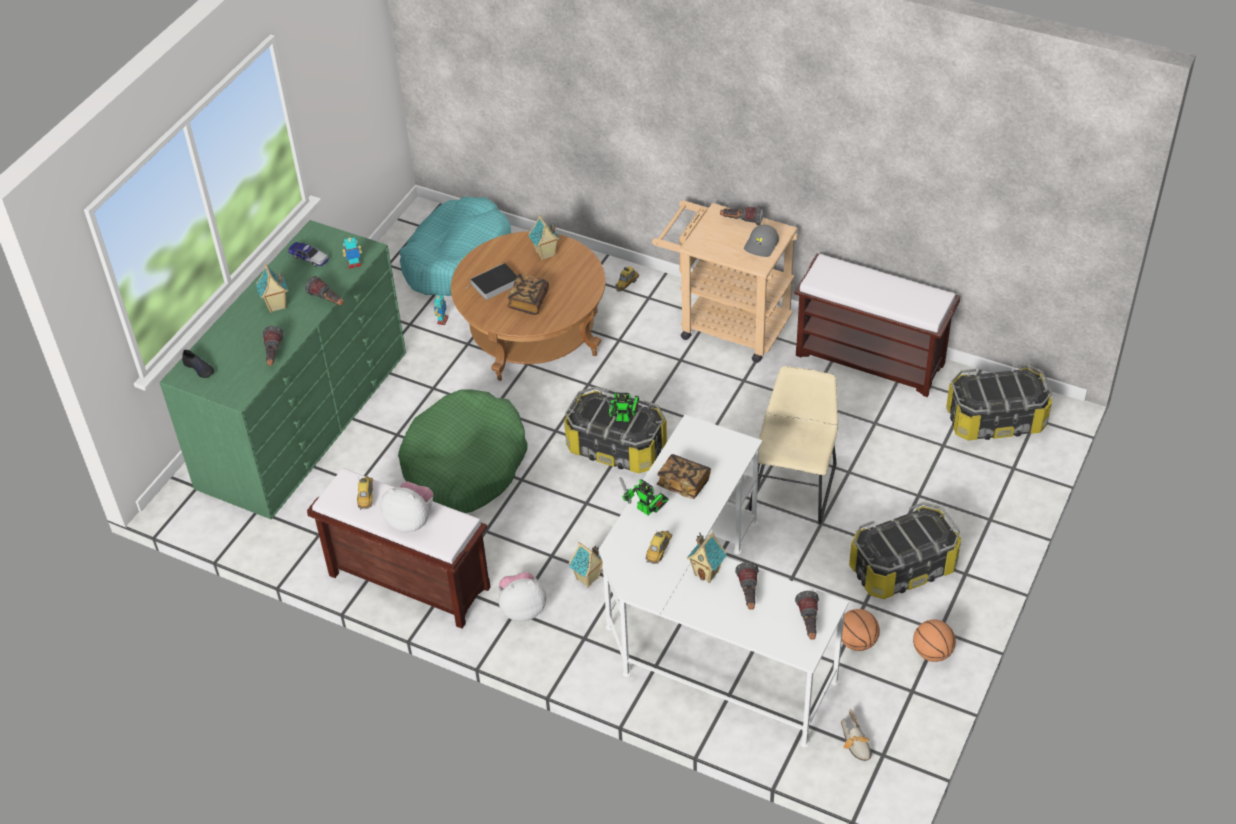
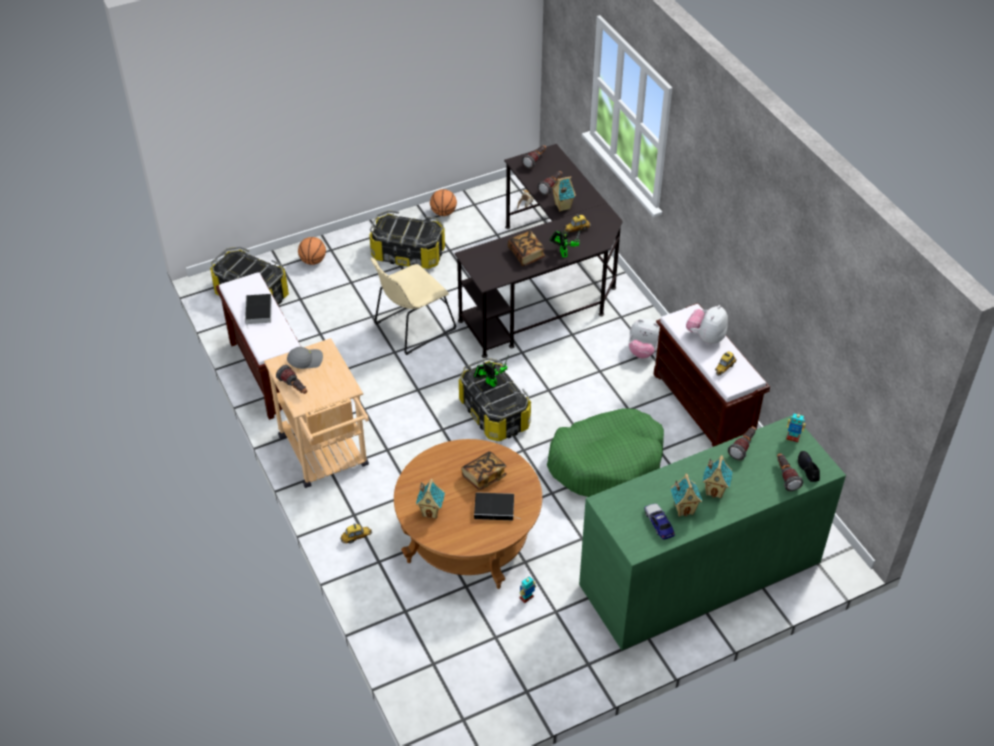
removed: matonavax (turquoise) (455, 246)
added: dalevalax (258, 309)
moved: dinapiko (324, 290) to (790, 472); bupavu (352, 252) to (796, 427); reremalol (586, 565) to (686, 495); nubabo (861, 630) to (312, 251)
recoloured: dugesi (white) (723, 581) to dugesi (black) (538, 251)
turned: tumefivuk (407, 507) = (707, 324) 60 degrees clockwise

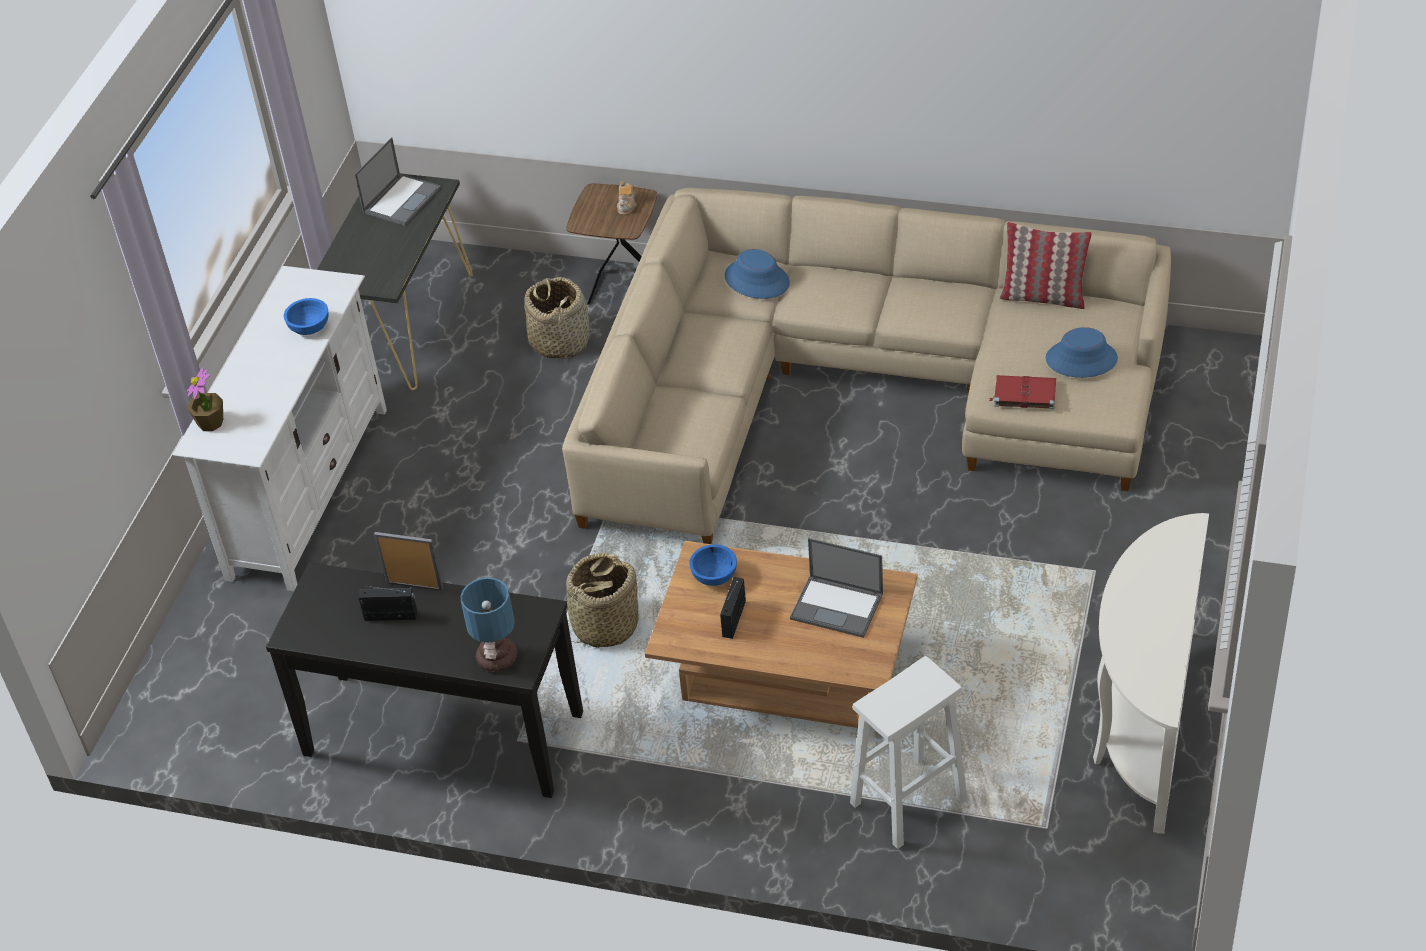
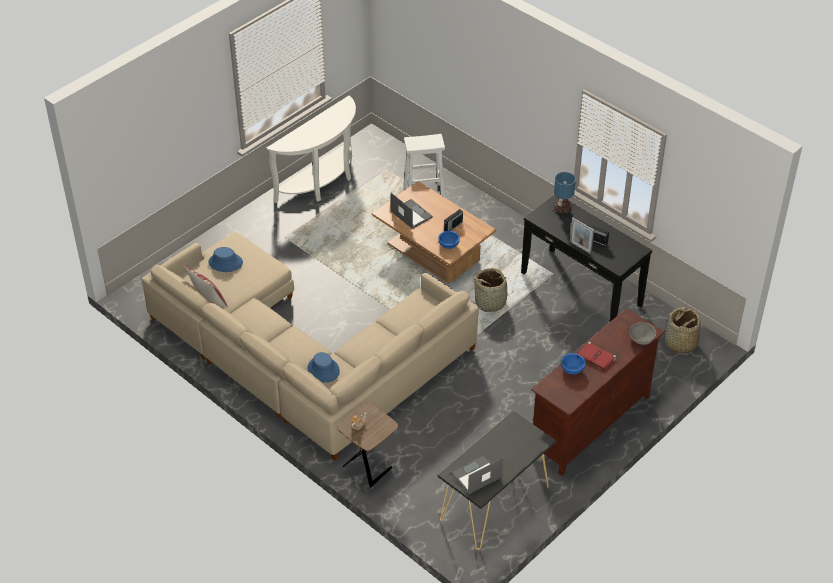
moved: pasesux (557, 318) to (683, 330); dalevalax (red) (1022, 392) to (597, 356)
replaced: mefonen (205, 399) to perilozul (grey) (642, 333)
recoloured: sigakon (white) (280, 428) to sigakon (brown) (597, 392)

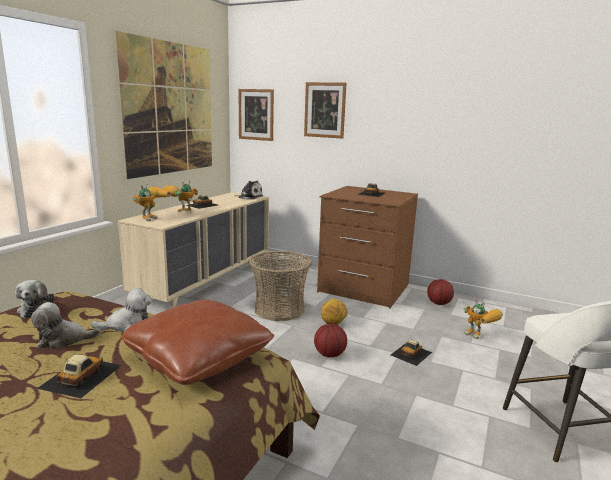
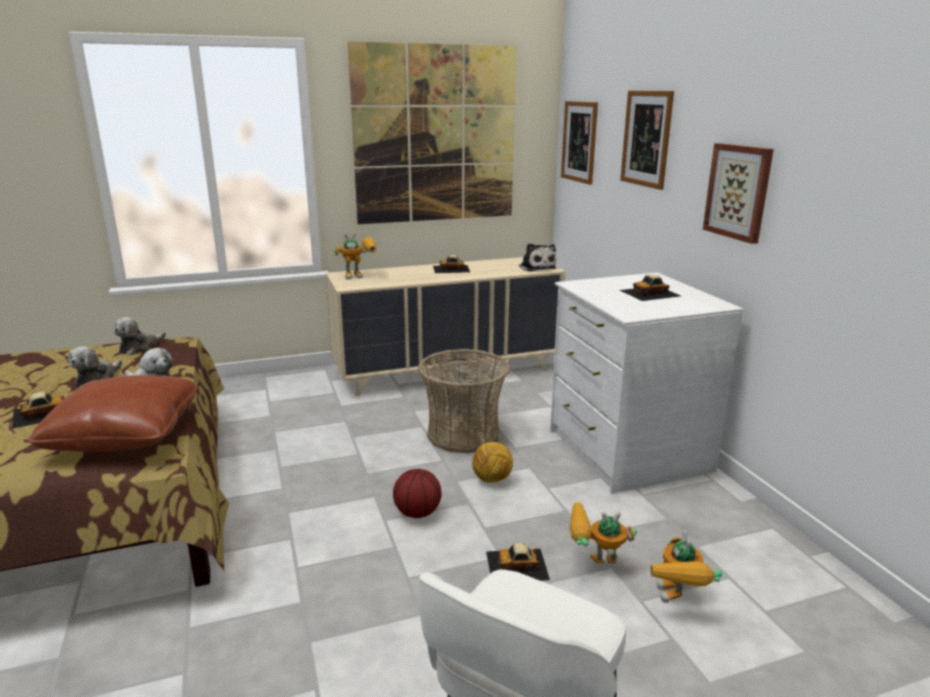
removed: nubabo (440, 292)
added: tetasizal (738, 193)
moved: bupavu (180, 196) to (603, 532)
recoloured: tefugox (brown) (367, 247) to tefugox (white) (646, 382)
turned: tumefivuk (66, 325) = (95, 366) 105 degrees counterclockwise

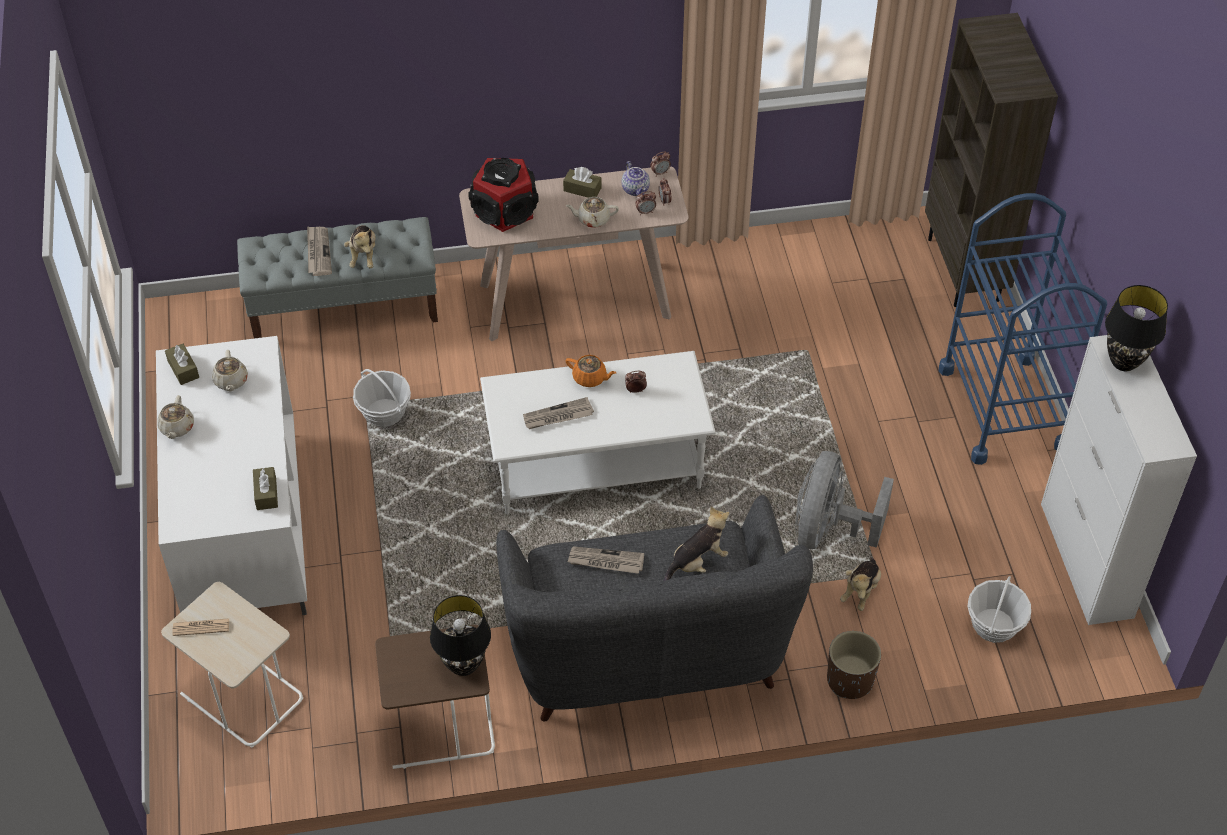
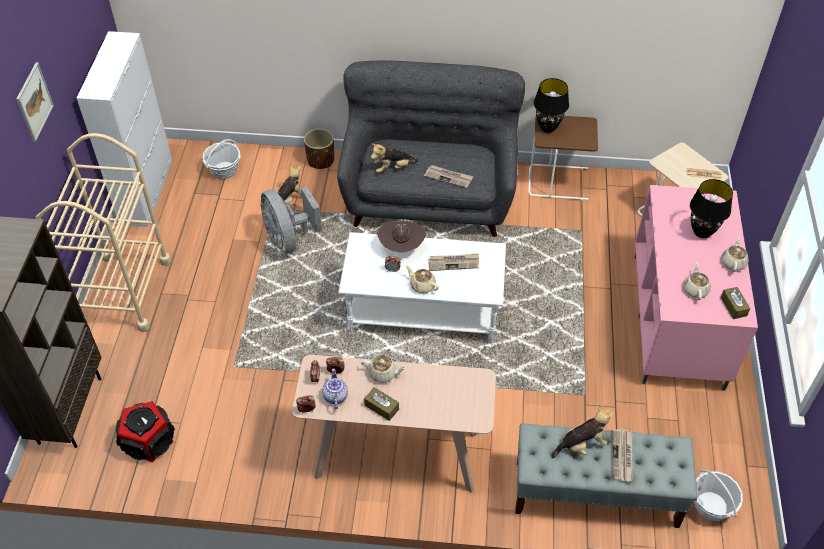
removed: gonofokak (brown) (265, 488)
added: tetasizal (35, 102); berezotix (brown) (401, 237)
moved: pasesux (382, 398) to (718, 495); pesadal (503, 195) to (145, 431); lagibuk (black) (1136, 328) to (711, 208)
recoloured: sigakon (white) (231, 475) to sigakon (pink) (696, 288); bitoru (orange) (591, 371) to bitoru (beige) (422, 279); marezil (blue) (1023, 329) to marezil (beige) (104, 232)
turned: tumefivuk (360, 246) = (583, 431) 60 degrees clockwise; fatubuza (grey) (844, 500) = (291, 220) 120 degrees clockwise

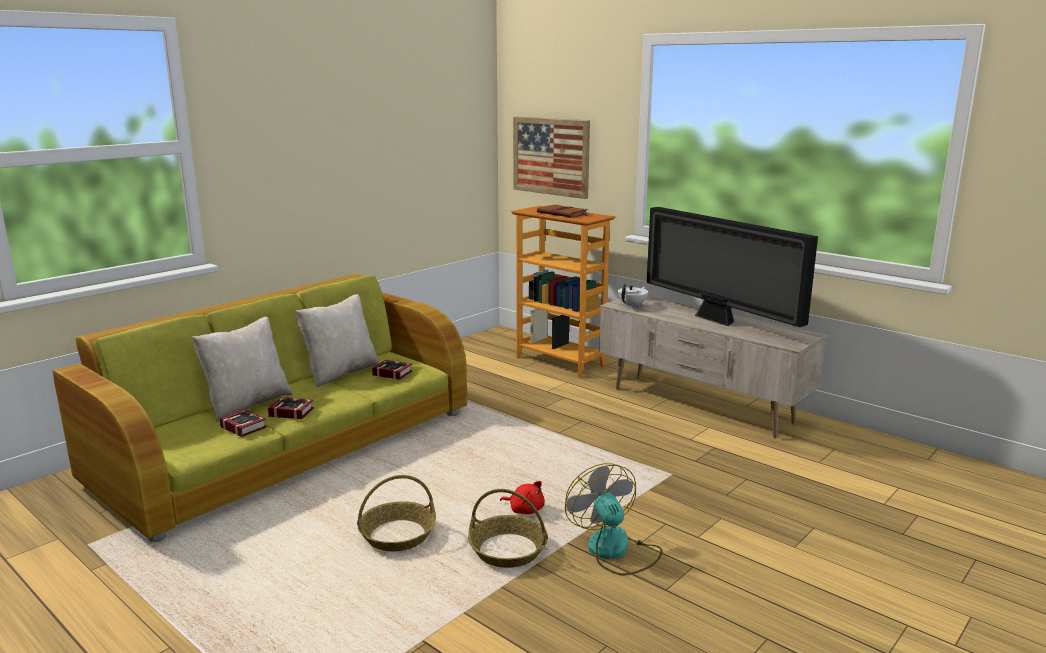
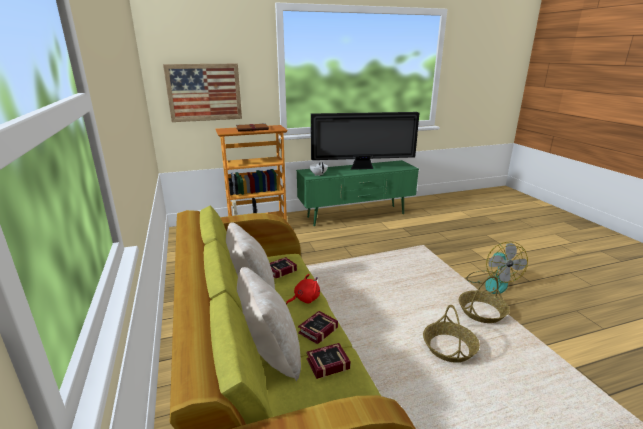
moved: tumefivuk (red) (522, 497) to (303, 289)
recoloured: sigakon (beige) (713, 367) to sigakon (green) (357, 193)
turned: fatubuza (614, 519) = (497, 268) 105 degrees counterclockwise

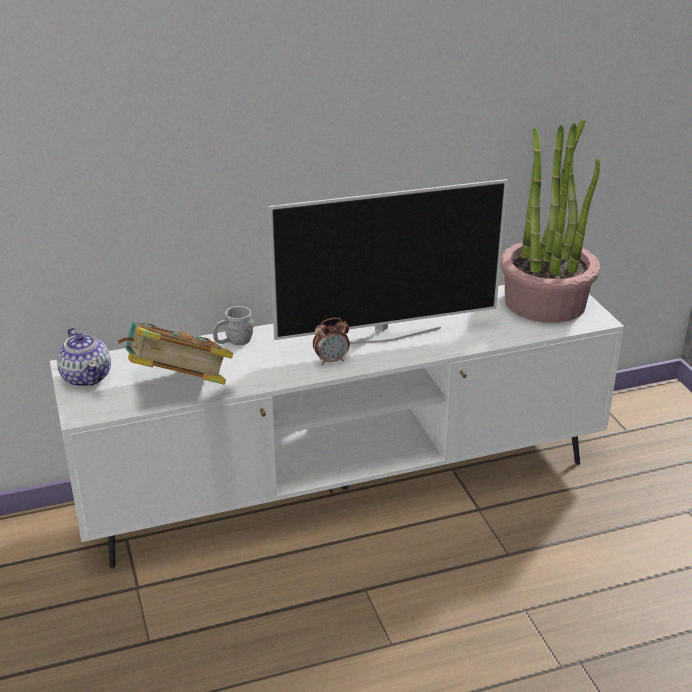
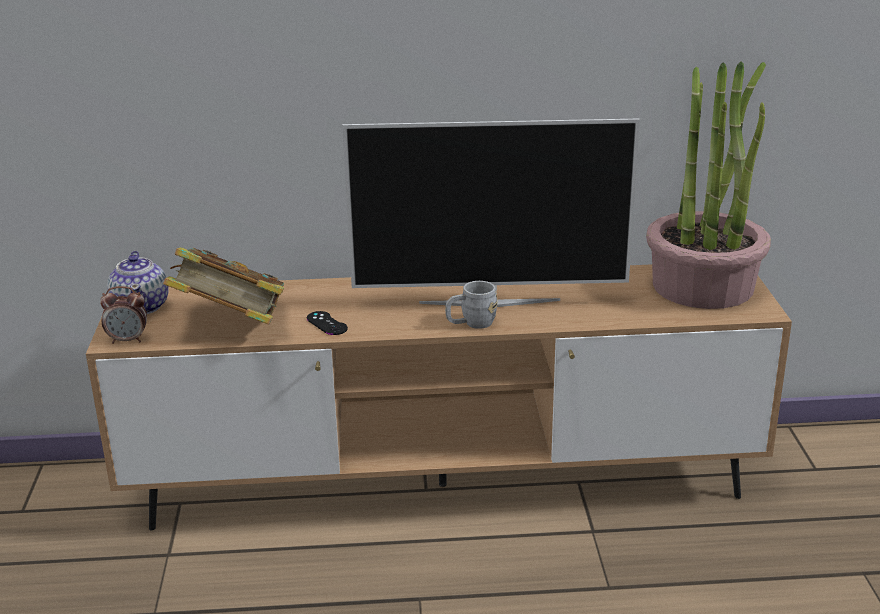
added: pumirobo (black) (327, 323)
moved: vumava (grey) (233, 325) to (471, 305); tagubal (331, 341) to (123, 315)
recoloured: sigakon (white) (337, 426) to sigakon (brown) (439, 397)

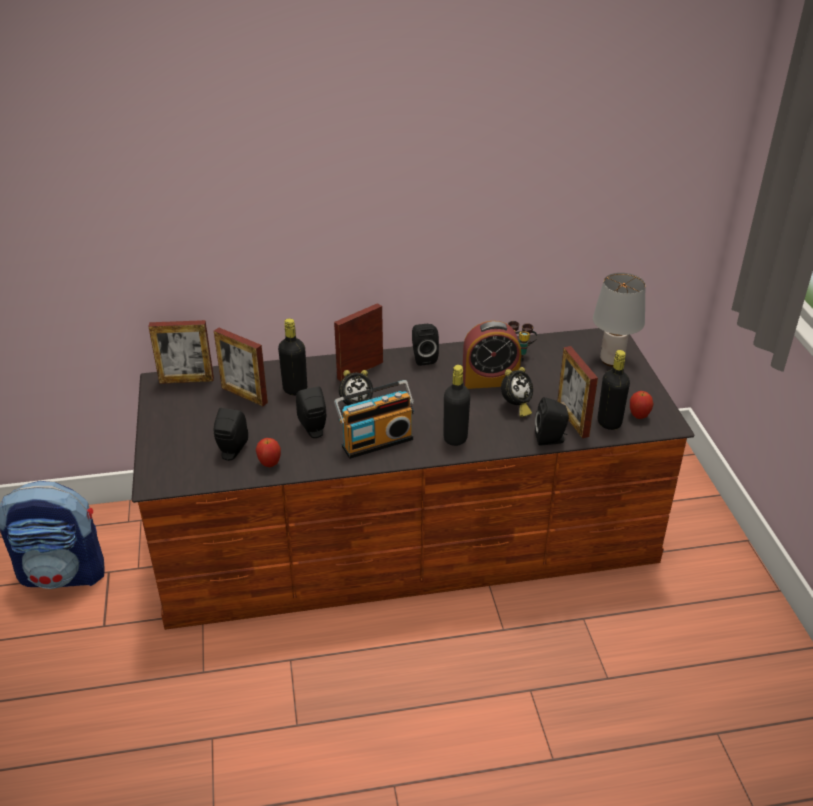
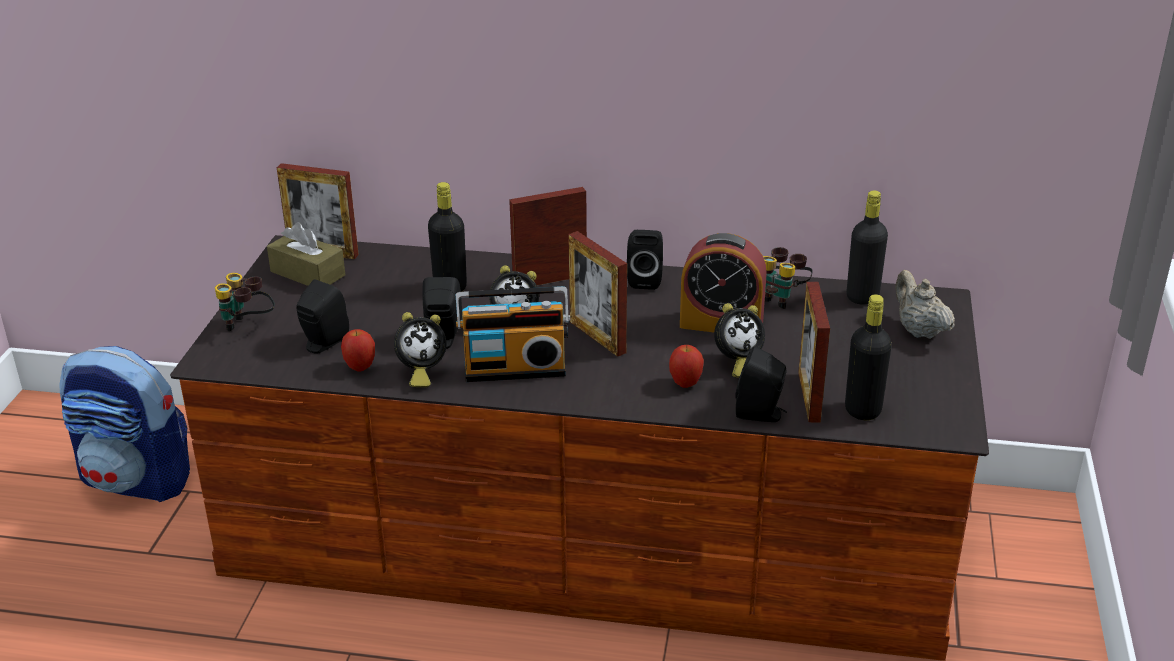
added: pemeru (245, 302); gonofokak (brown) (306, 254); tagubal (420, 349)
moved: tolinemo (241, 367) to (597, 294); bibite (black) (456, 405) to (867, 248); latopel (642, 405) to (686, 366)
replaced: lagibuk (grey) (619, 320) to bitoru (beige) (925, 304)

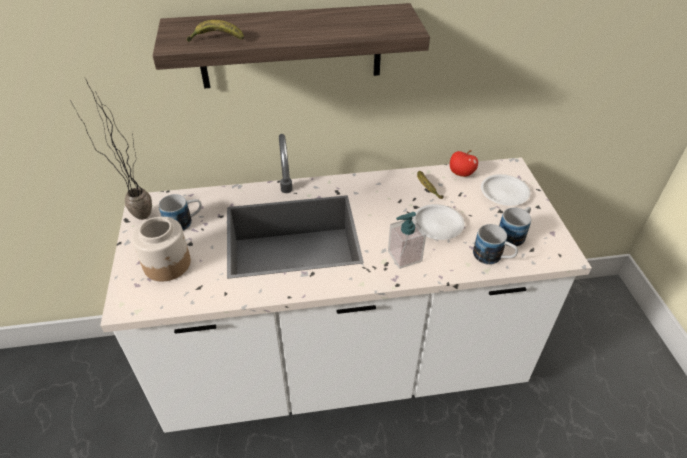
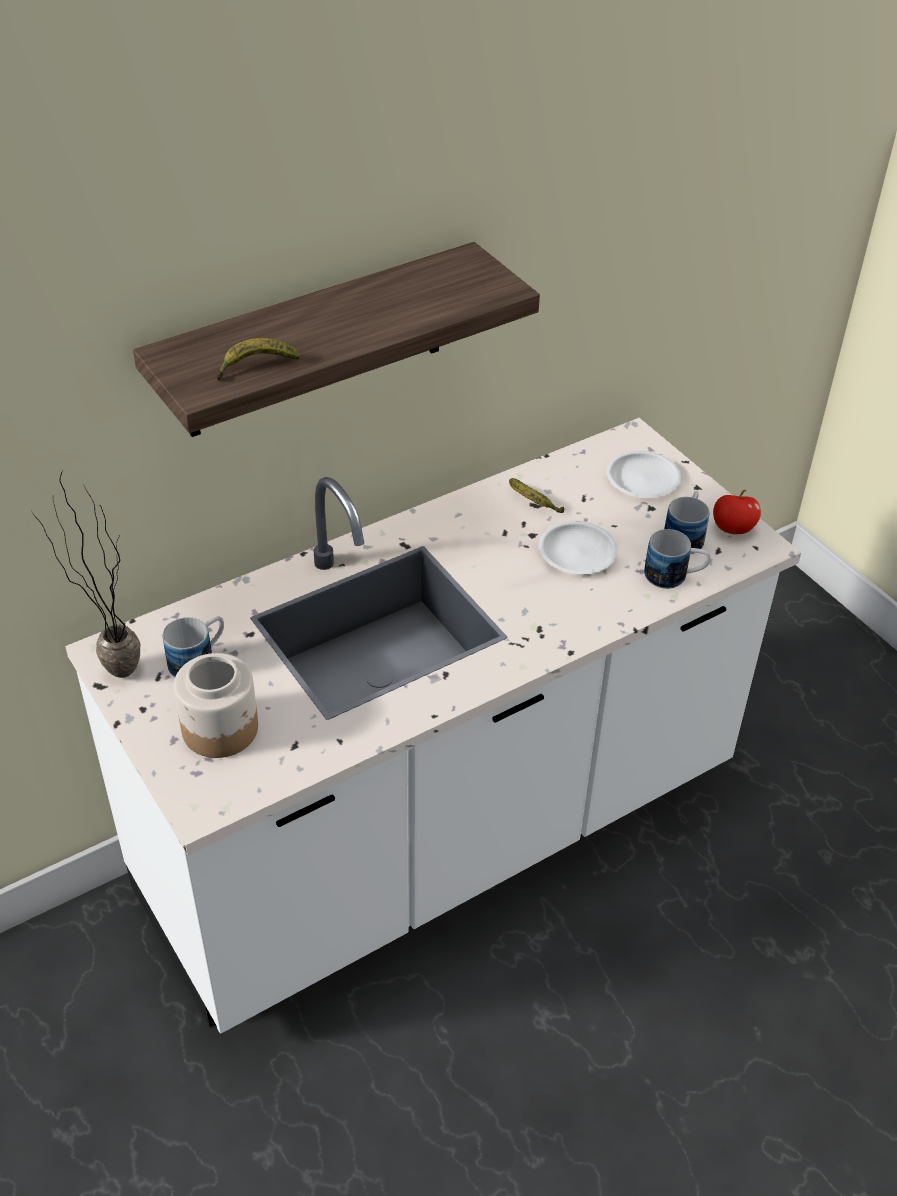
removed: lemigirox (407, 240)
moved: latopel (464, 163) to (737, 512)

